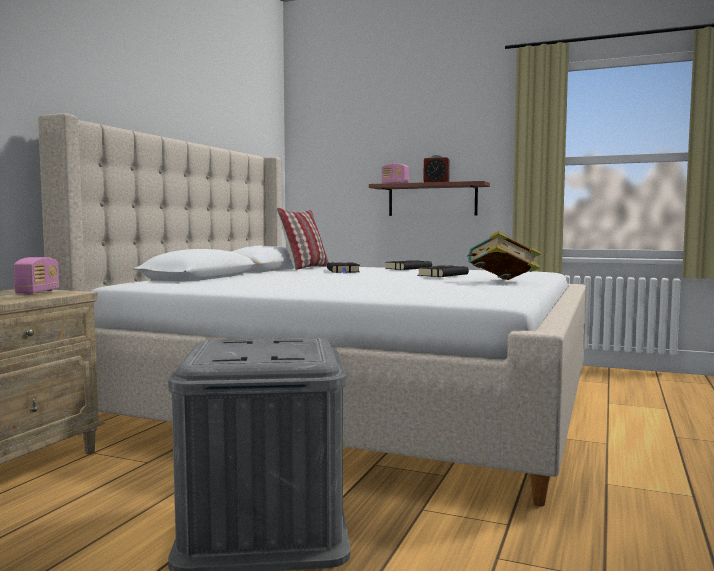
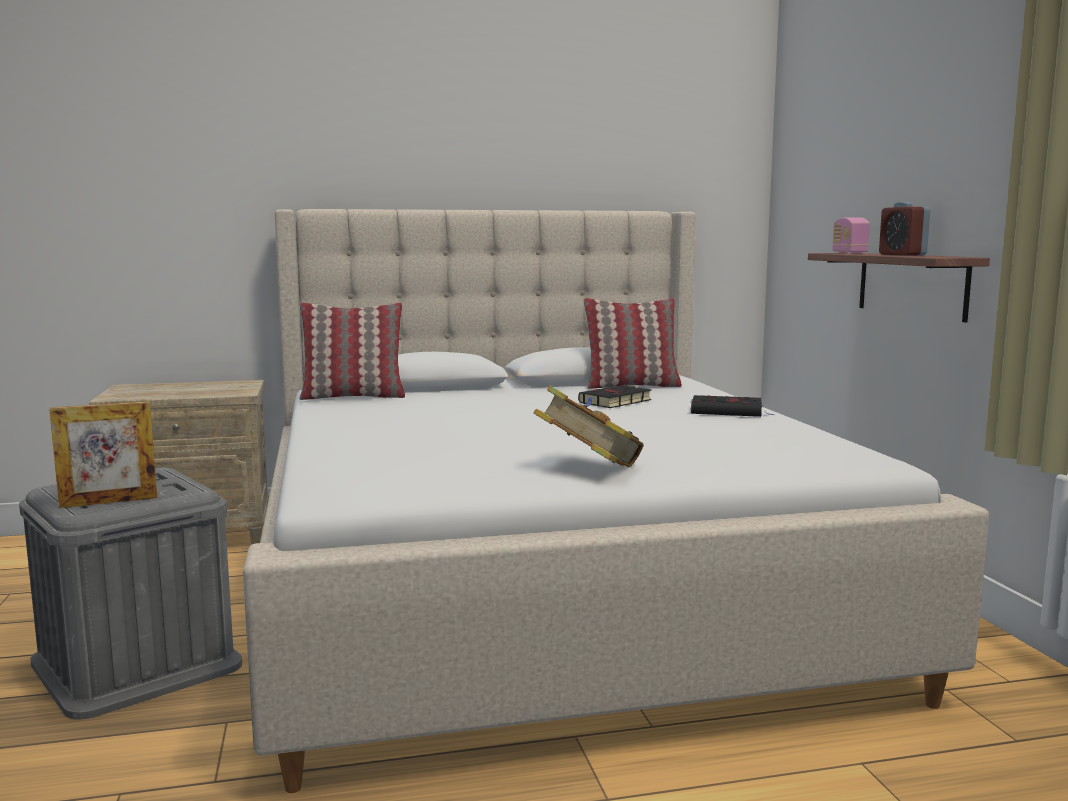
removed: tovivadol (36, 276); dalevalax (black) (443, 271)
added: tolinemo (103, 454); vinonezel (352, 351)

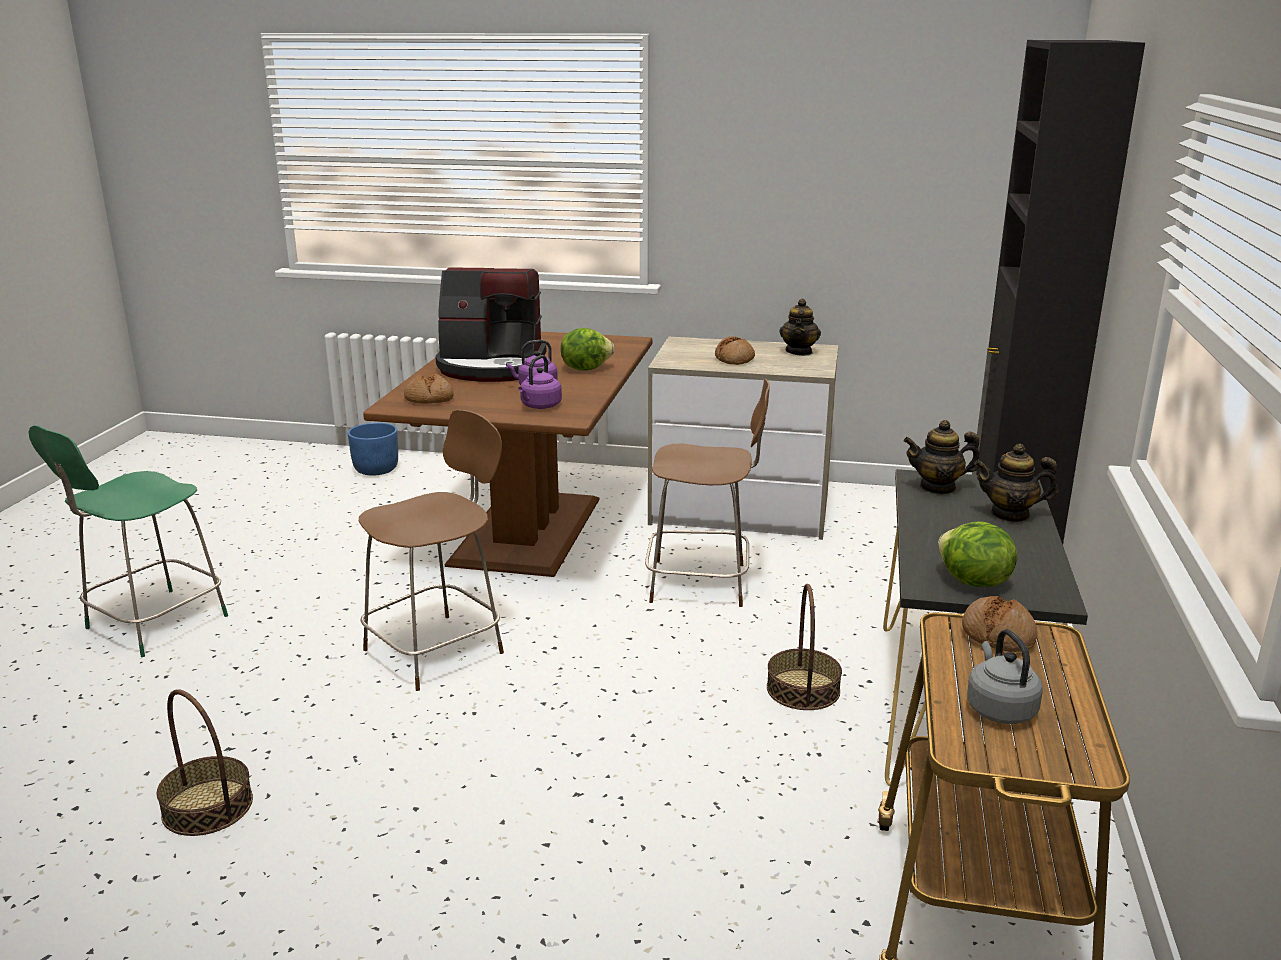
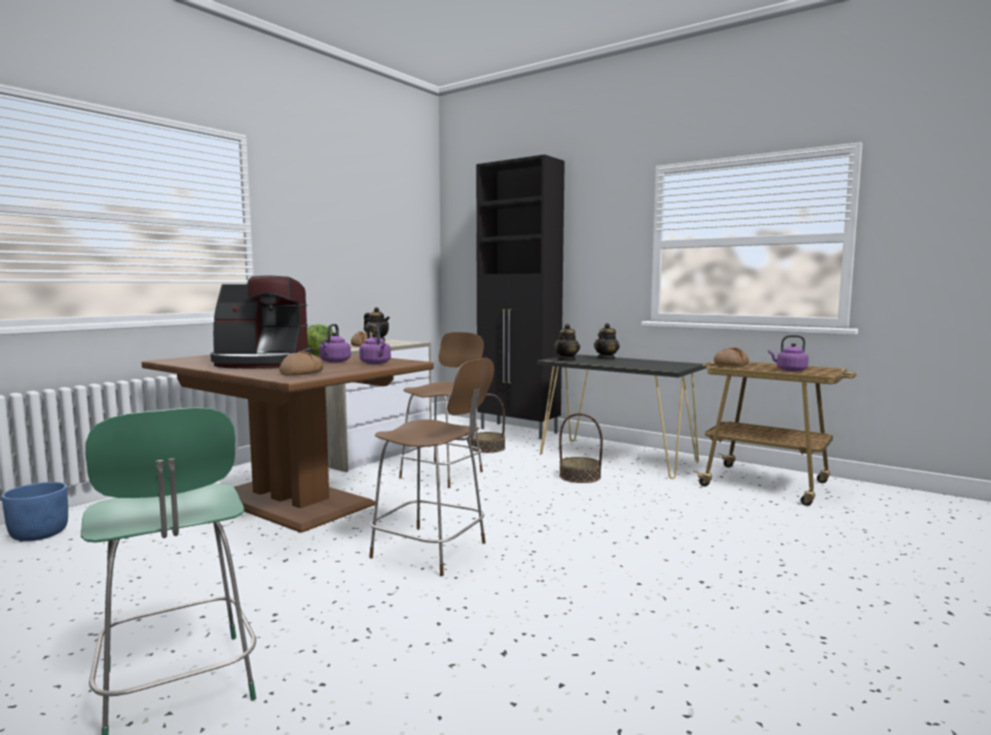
removed: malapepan (977, 554)
moved: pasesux (205, 762) to (487, 423)
recoloured: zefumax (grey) (1005, 676) to zefumax (purple) (788, 353)
turned: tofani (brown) (431, 550) = (431, 467) 135 degrees clockwise; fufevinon (490, 324) = (261, 322) 60 degrees clockwise

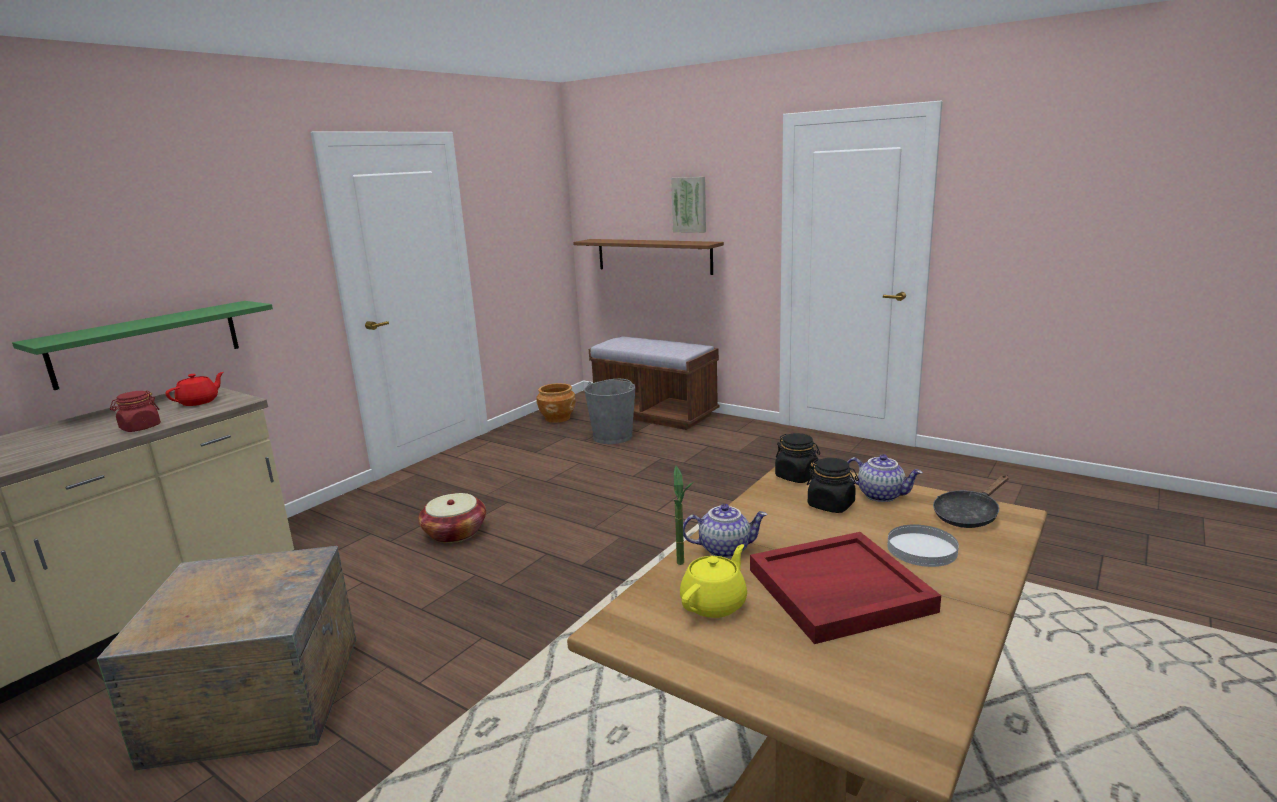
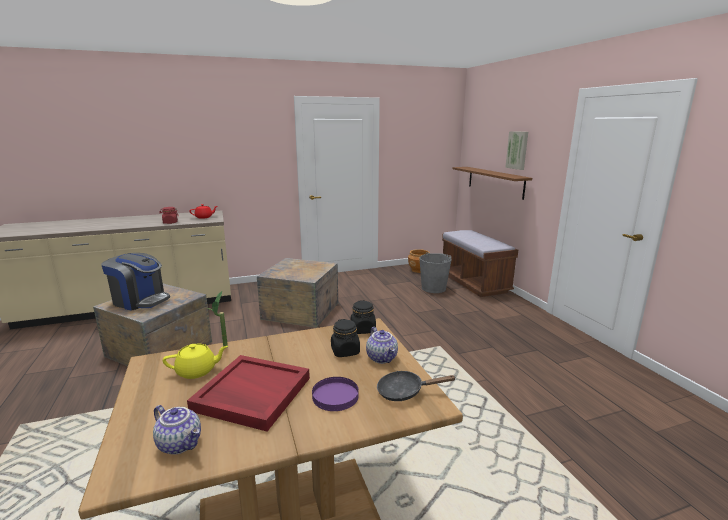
removed: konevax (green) (142, 345)
added: fufevinon (135, 282)
moved: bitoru (725, 531) to (177, 430)
replaced: pasesux (452, 518) to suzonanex (297, 293)
recoloured: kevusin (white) (923, 545) to kevusin (purple) (335, 394)

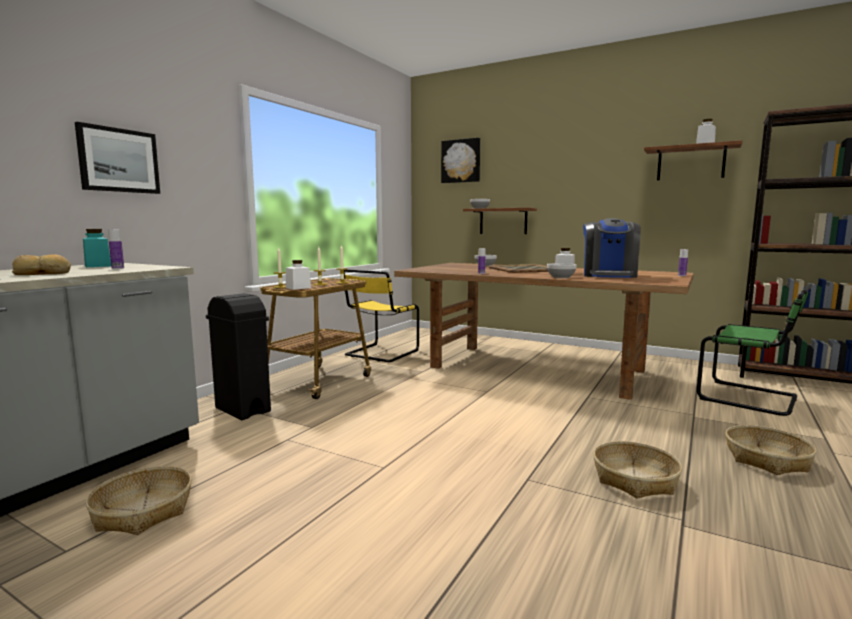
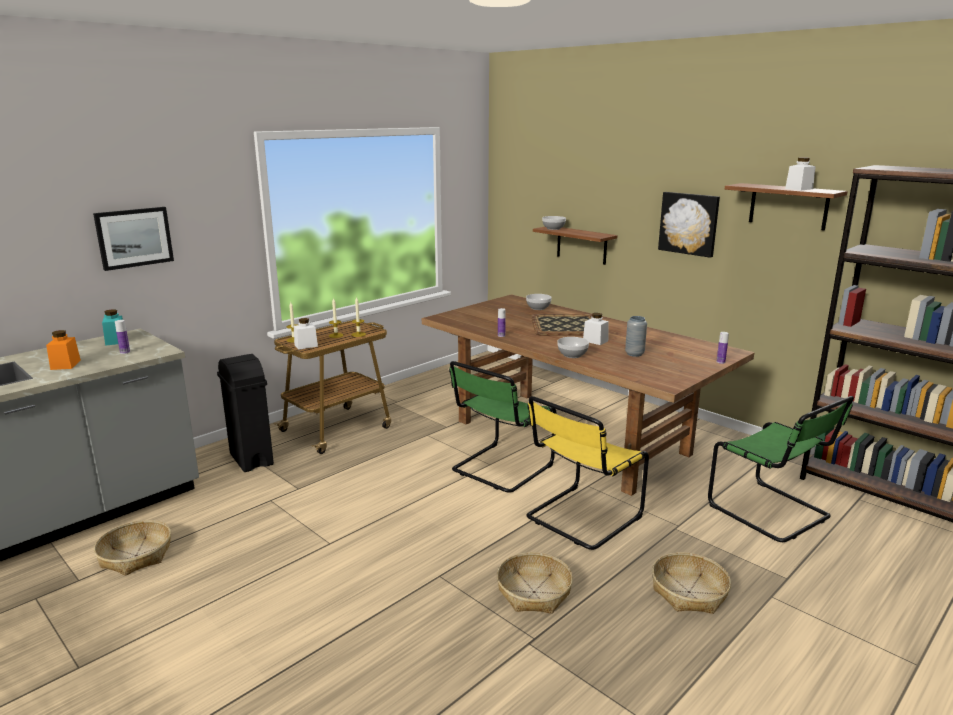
added: tofani (green) (502, 427)
moved: tofani (yellow) (381, 315) to (587, 473); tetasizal (460, 160) to (689, 225)
replaced: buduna (41, 264) to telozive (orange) (63, 350); fufevinon (612, 248) to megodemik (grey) (636, 336)

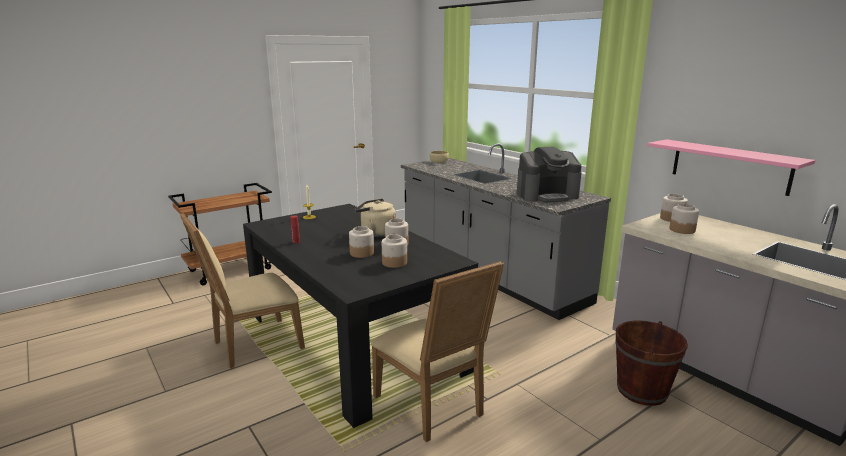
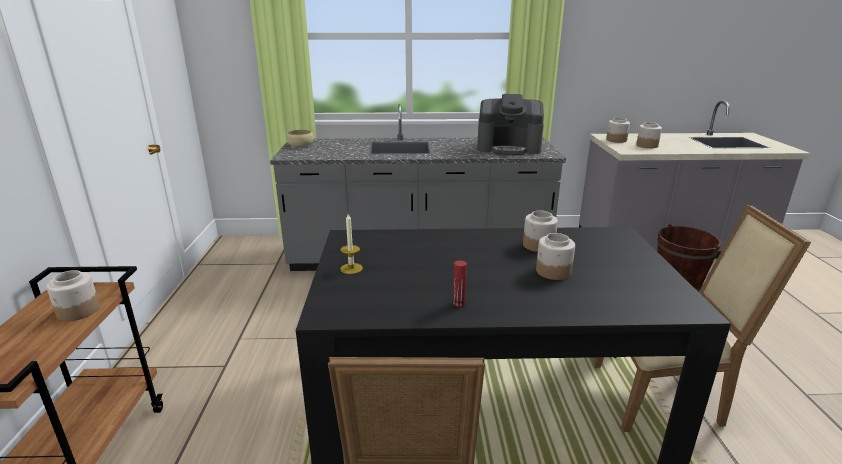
removed: zefumax (beige) (375, 218); konevax (pink) (731, 167)
moved: telozive (394, 251) to (73, 295)
turned: fufevinon (549, 174) = (510, 124) 75 degrees clockwise

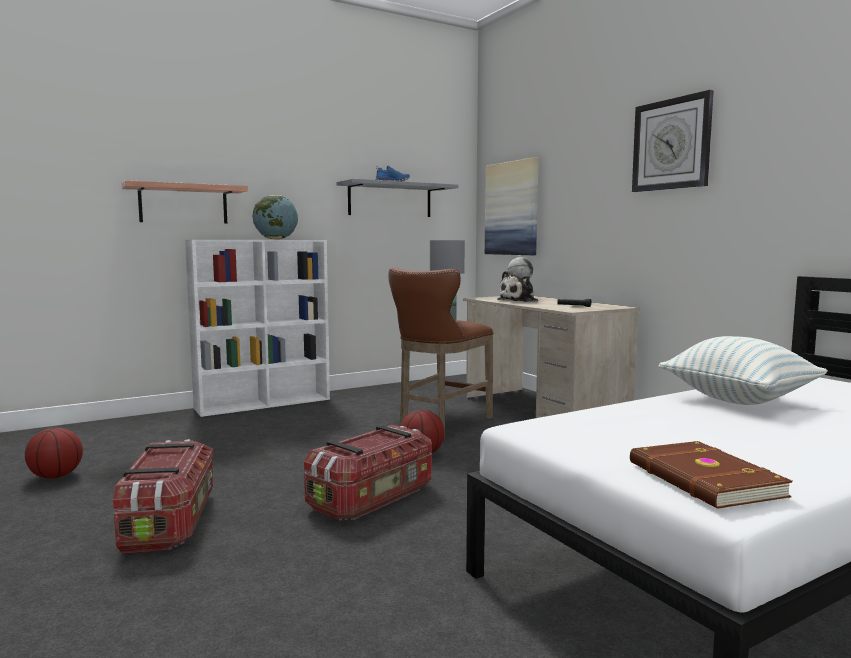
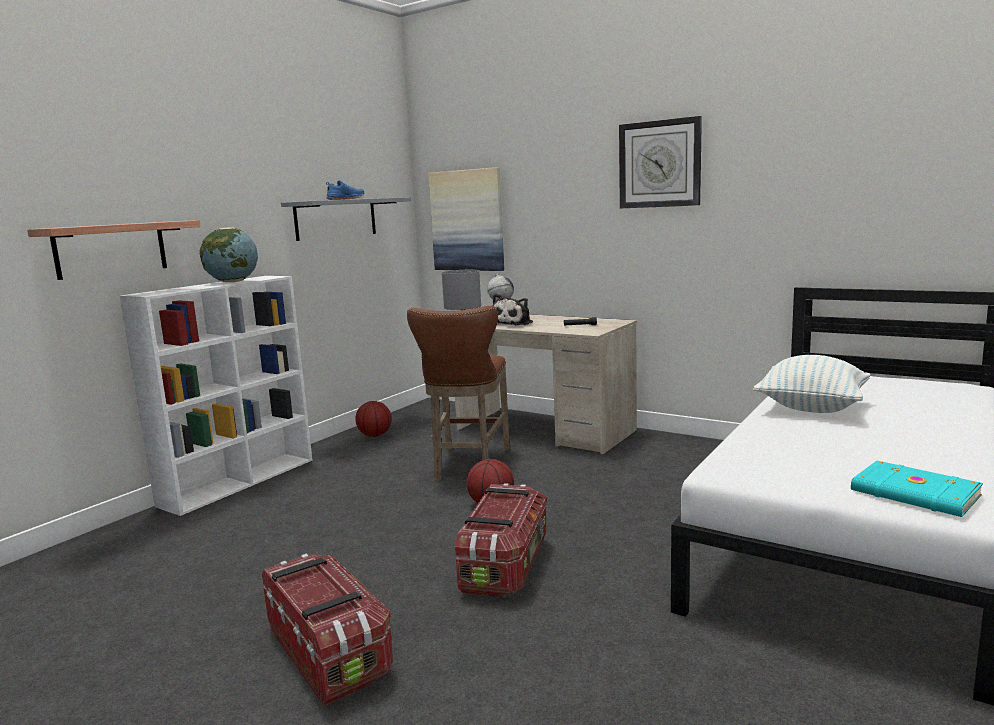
moved: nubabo (54, 453) to (373, 419)
recoloured: dalevalax (brown) (711, 475) to dalevalax (turquoise) (917, 489)

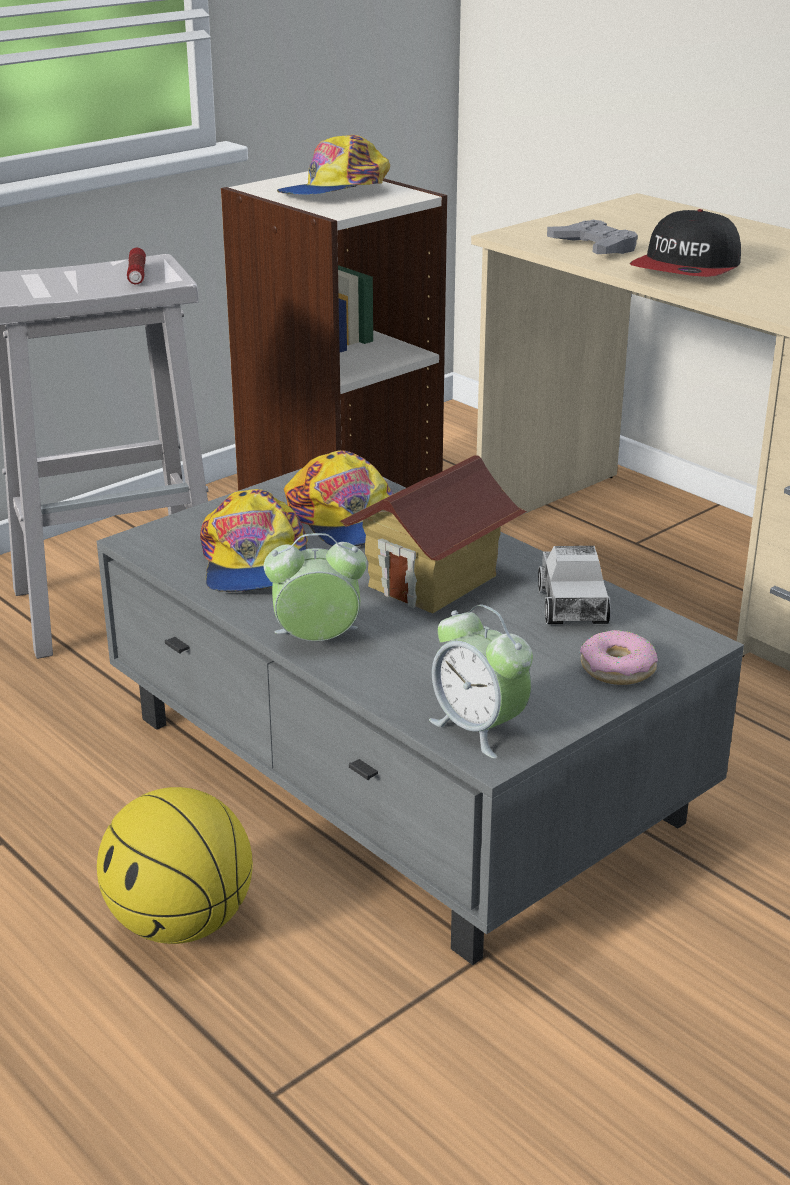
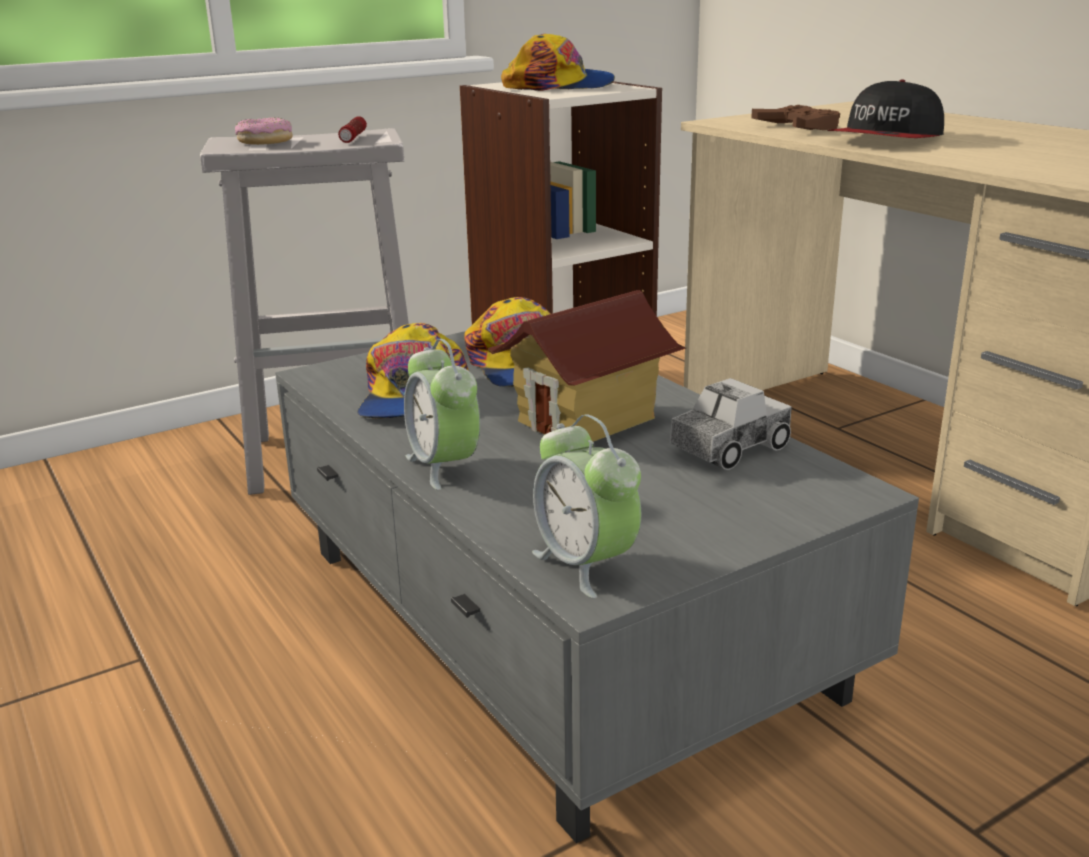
removed: nubabo (175, 865)
moved: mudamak (619, 657) to (264, 131)
recoloured: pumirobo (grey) (592, 237) to pumirobo (brown) (795, 117)
turned: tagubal (315, 587) = (442, 414) 120 degrees counterclockwise; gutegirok (333, 165) = (558, 62) 150 degrees counterclockwise; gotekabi (574, 585) = (731, 424) 135 degrees counterclockwise

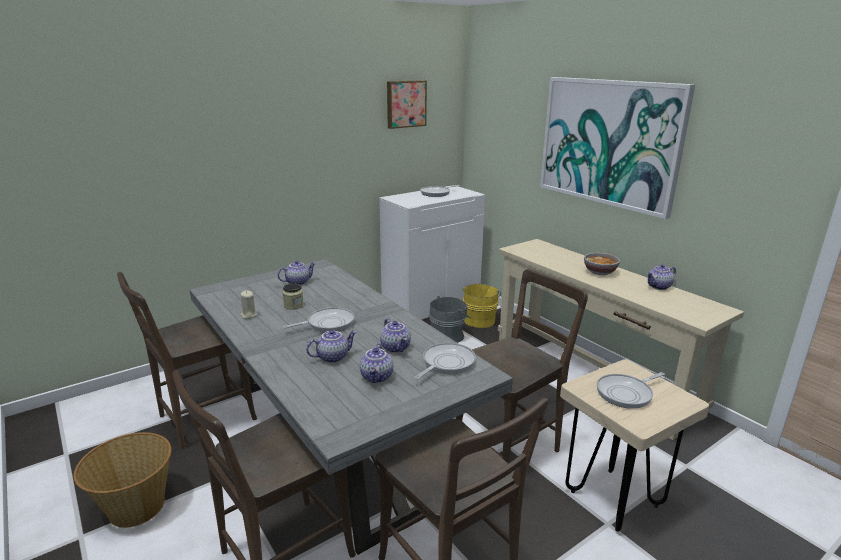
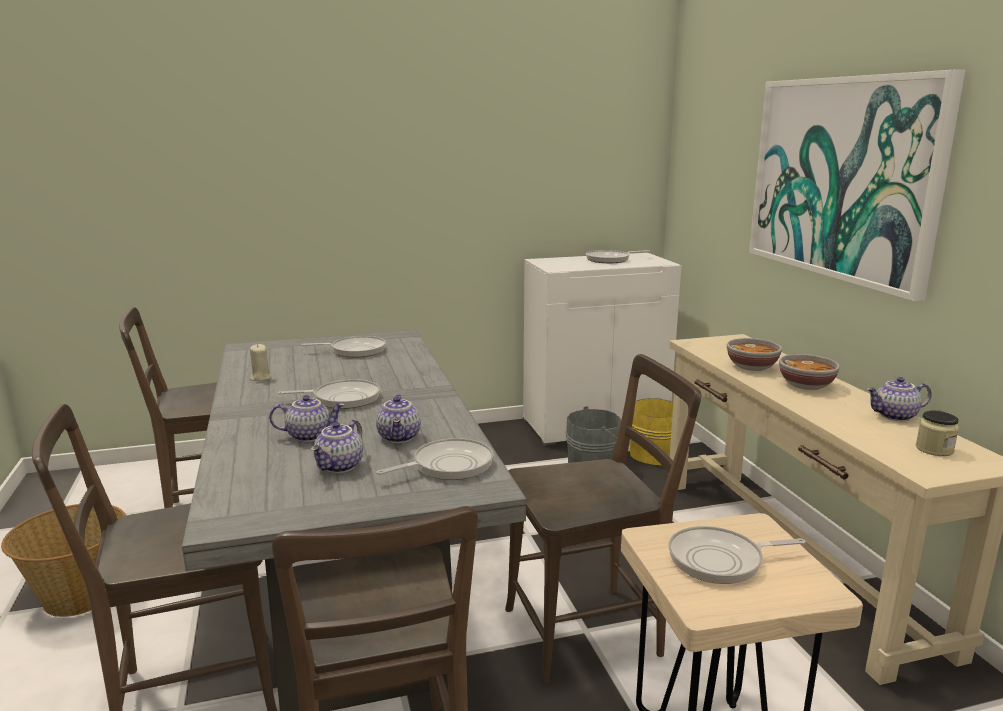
removed: tetasizal (407, 104)
added: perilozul (754, 354)
moved: telozive (293, 296) to (937, 433)
replaced: bitoru (296, 273) to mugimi (343, 347)

